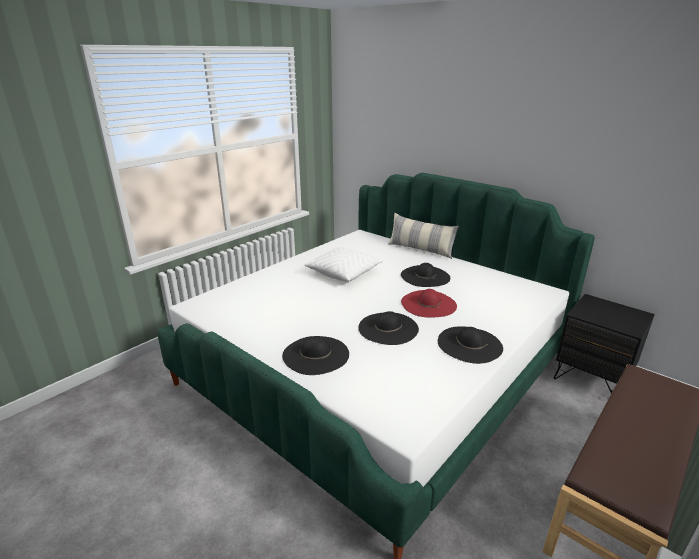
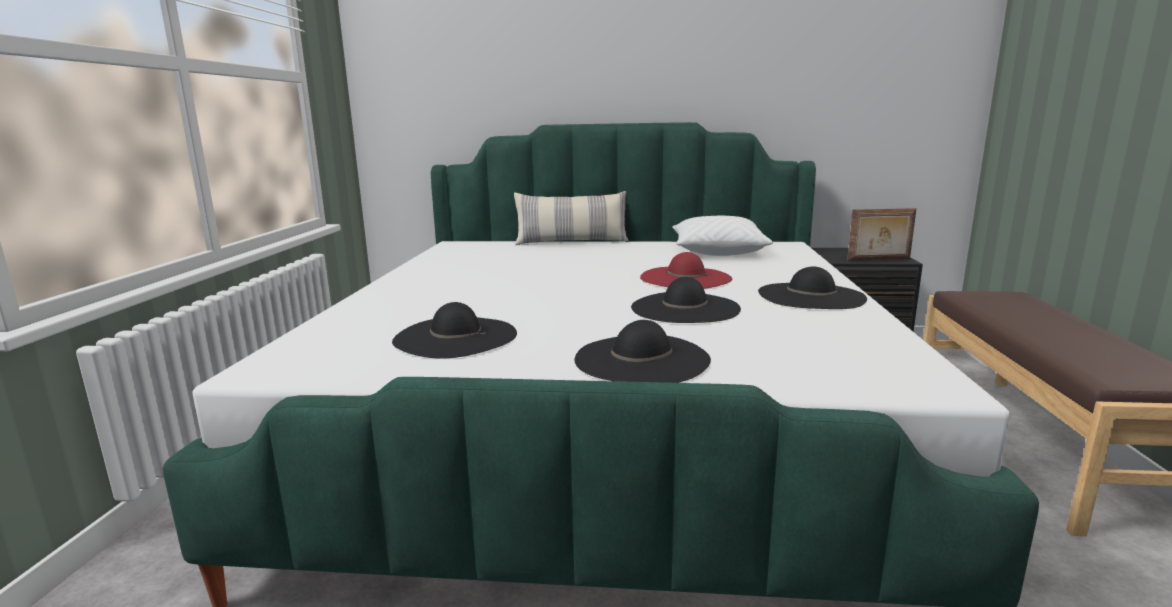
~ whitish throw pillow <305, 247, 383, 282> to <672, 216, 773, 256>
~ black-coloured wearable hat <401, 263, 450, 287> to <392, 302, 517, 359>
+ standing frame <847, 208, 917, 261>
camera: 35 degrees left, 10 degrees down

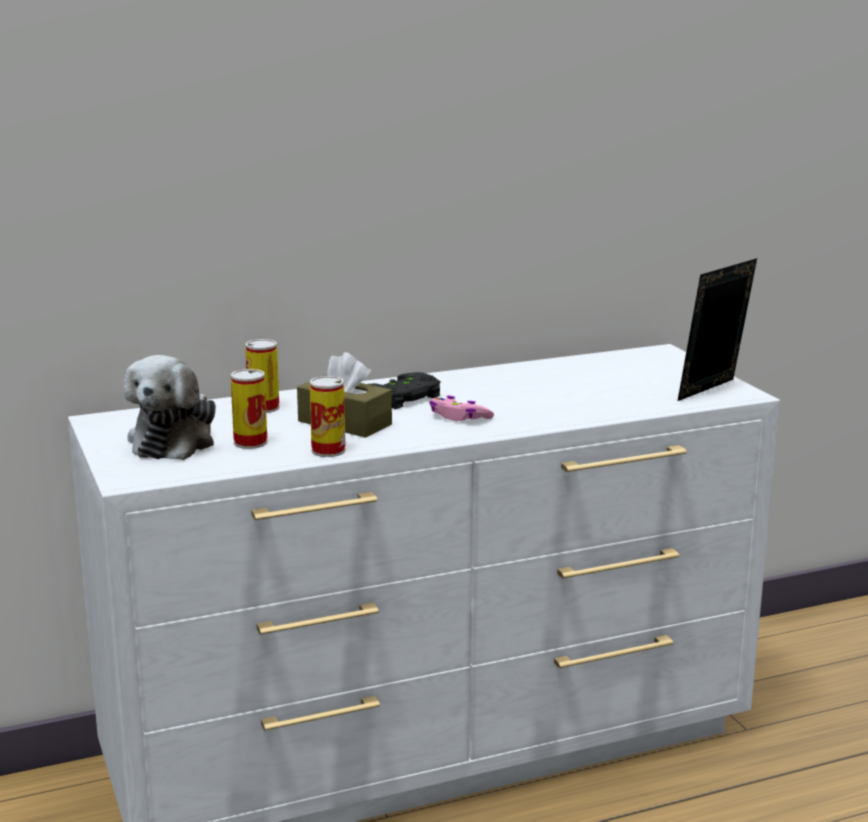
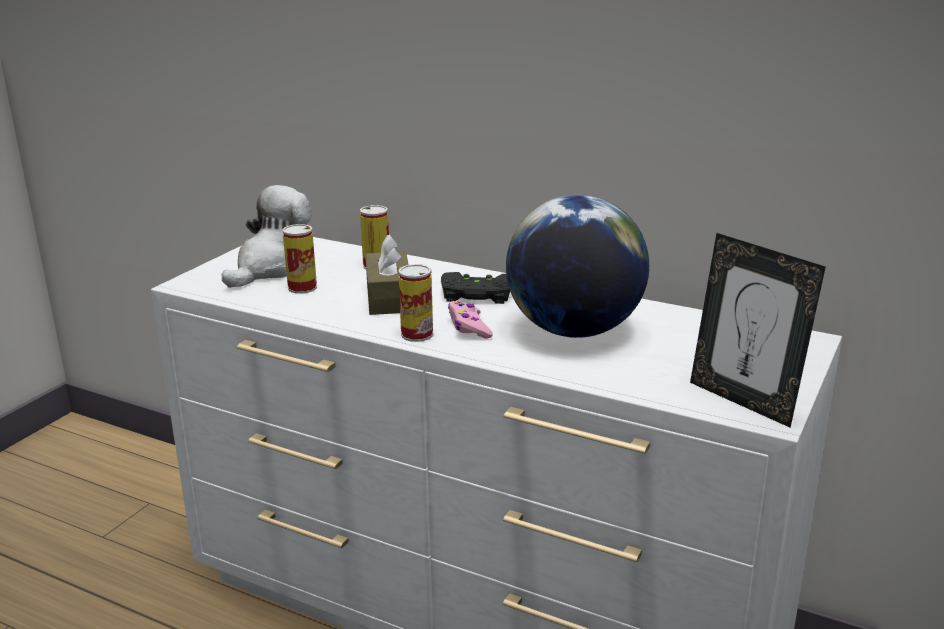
~ soft toy <124, 355, 216, 460> = <222, 185, 312, 288> 150 degrees clockwise
~ sealed can <310, 376, 346, 457> to <398, 264, 433, 342>
~ standing frame <678, 258, 757, 401> = <690, 233, 826, 428> 135 degrees counterclockwise
+ world globe <506, 195, 649, 338>
camera: 50 degrees right, 5 degrees up

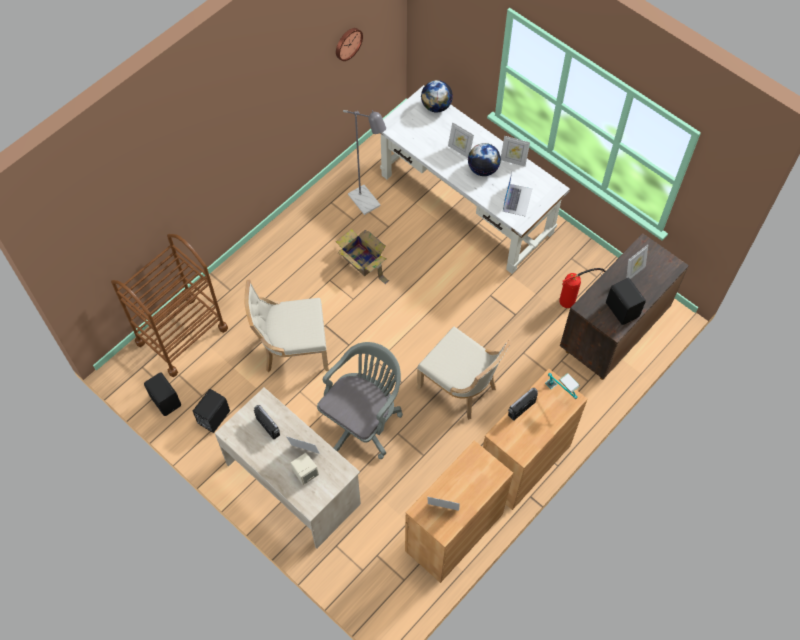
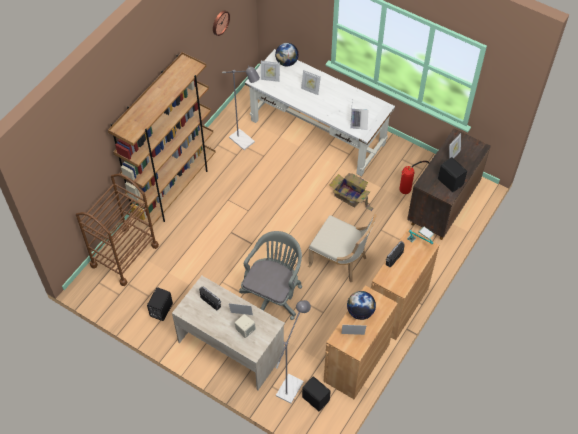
~ black-coloured speaker <144, 372, 181, 416> to <302, 376, 331, 411>
- beige-coloured plain chair <244, 279, 329, 372>
~ packing box <336, 229, 389, 284> to <329, 173, 374, 211>
~ world globe <468, 143, 501, 176> to <347, 291, 376, 320>
~ standing frame <501, 136, 530, 167> to <261, 61, 280, 82>
+ brown bookcase <108, 52, 216, 226>
+ gray standing lamp <276, 300, 311, 404>
camera: 10 degrees left, 5 degrees down

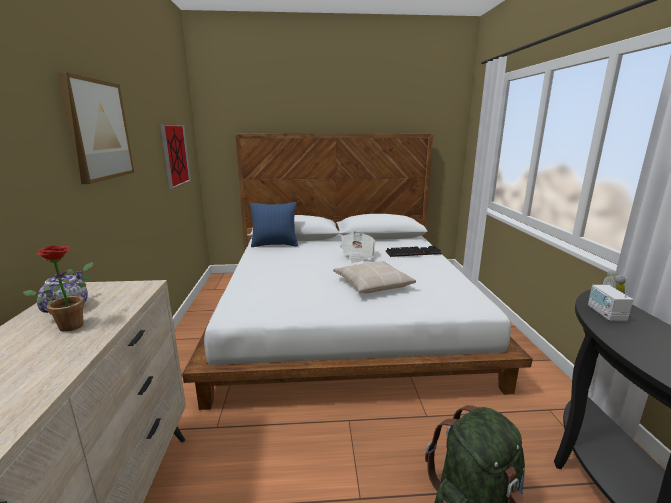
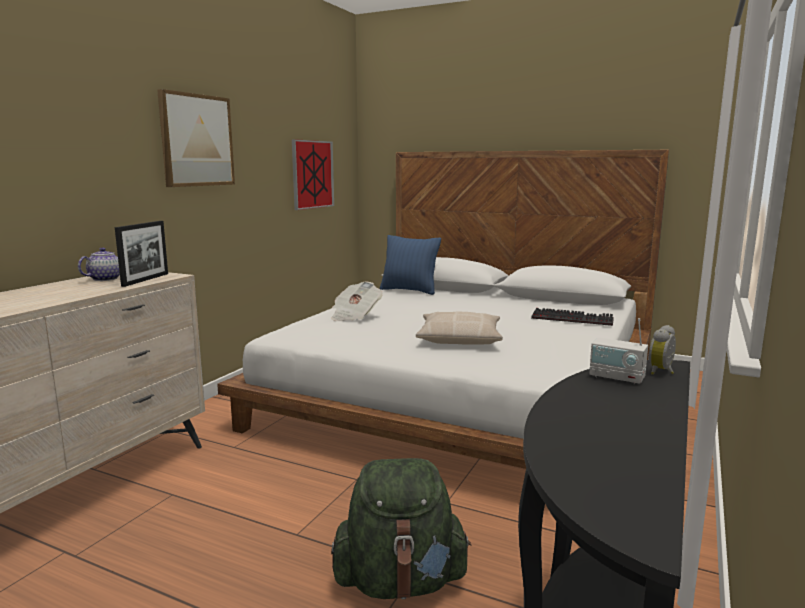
- houseplant <23, 246, 93, 332>
~ daily paper <340, 231, 376, 262> to <331, 281, 383, 321>
~ radio set <588, 277, 633, 321> = <589, 318, 648, 385> 90 degrees counterclockwise
+ standing frame <115, 221, 168, 287>
camera: 30 degrees right, 5 degrees down

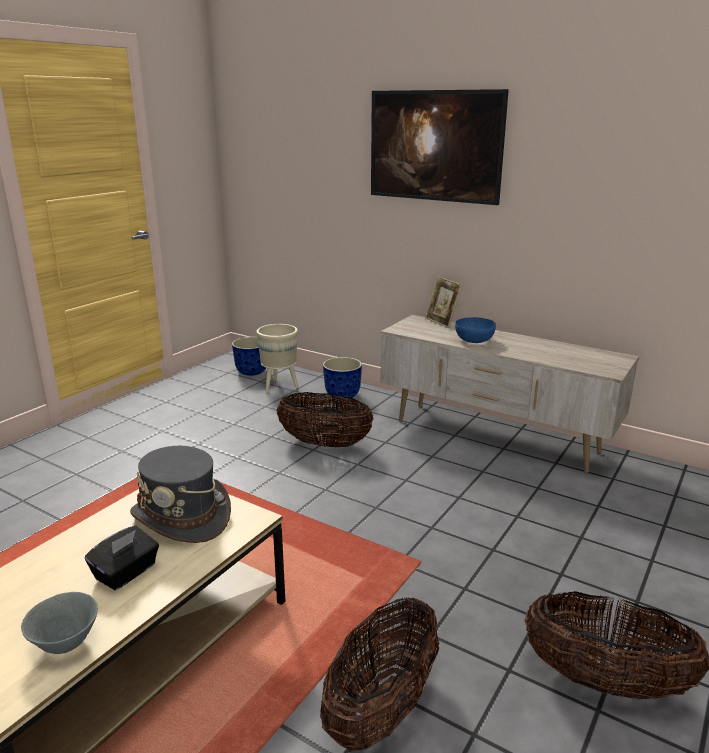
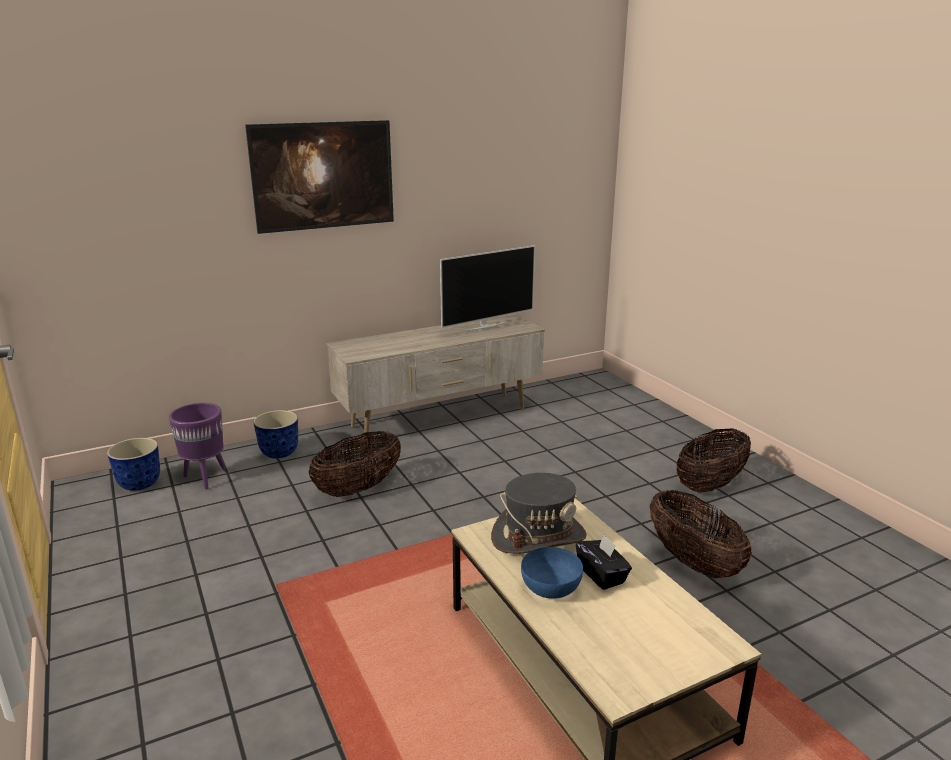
- gray serving bowl <21, 592, 98, 654>
~ beige-coloured plant pot <256, 324, 299, 393> to purplish plant pot <169, 403, 226, 490>
- standing frame <425, 276, 463, 328>
~ blue-coloured serving bowl <455, 317, 496, 343> to <521, 547, 583, 599>
+ television <440, 245, 535, 332>
camera: 60 degrees left, 0 degrees up

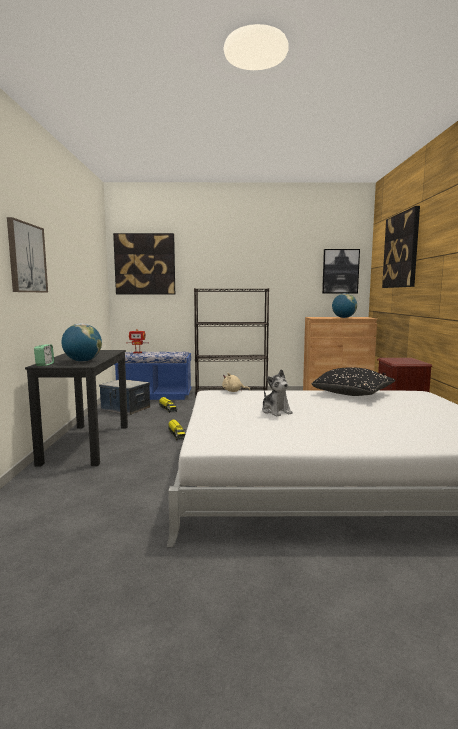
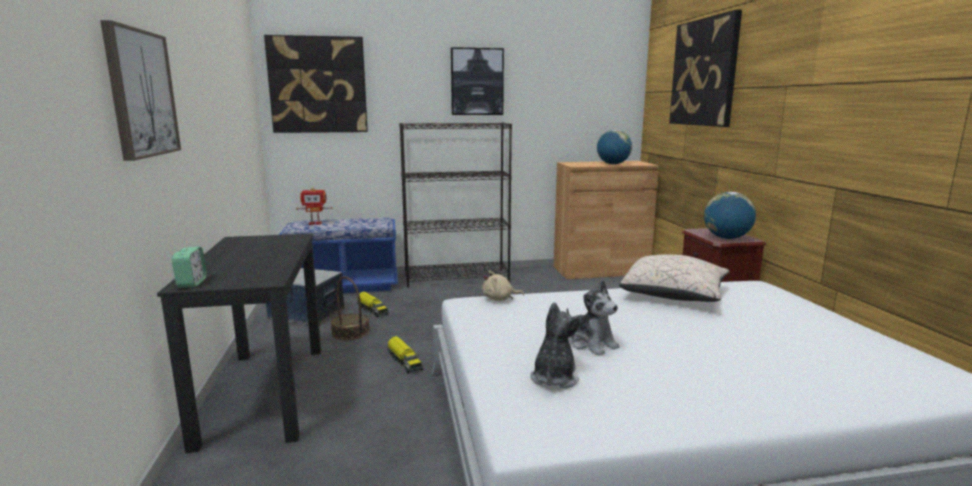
~ world globe <61, 323, 102, 362> to <704, 192, 756, 239>
~ black-coloured throw pillow <311, 367, 395, 396> to beige-coloured throw pillow <619, 255, 729, 302>
~ picture <322, 249, 360, 293> to <451, 47, 504, 115>
+ household basket <331, 276, 370, 340>
+ soft toy <530, 302, 584, 389>
camera: 10 degrees left, 5 degrees up

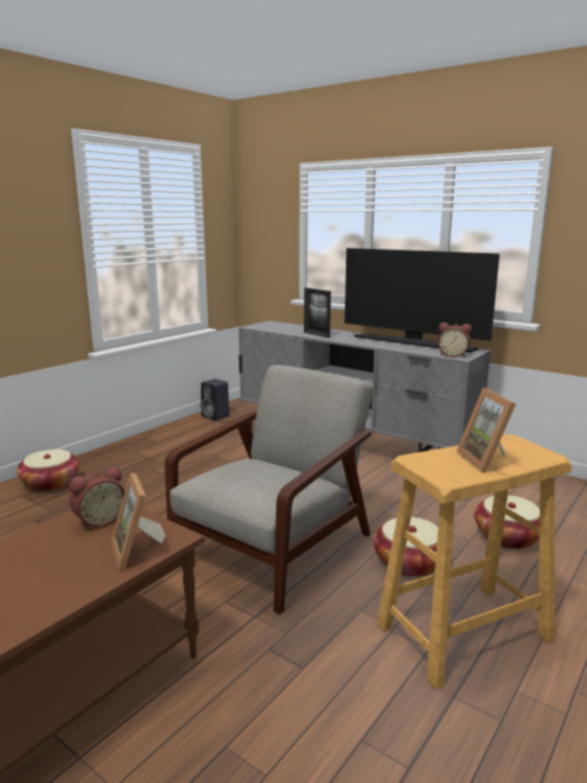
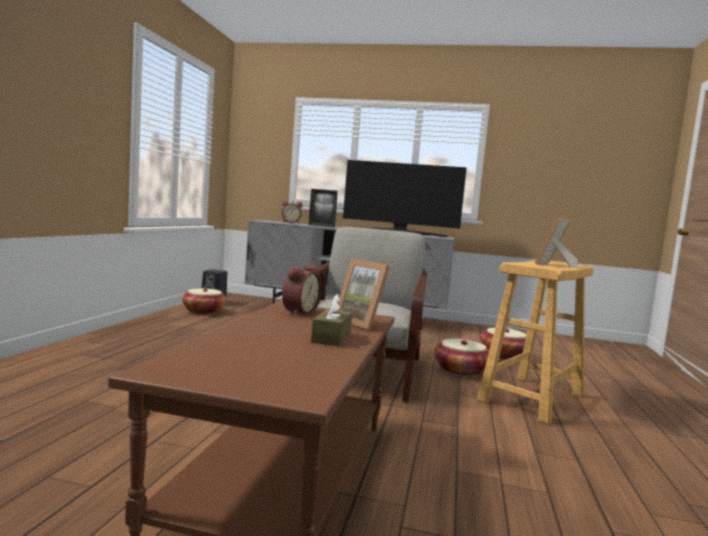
~ household basket <17, 449, 79, 492> to <182, 288, 227, 315>
~ alarm clock <438, 322, 472, 357> to <282, 201, 302, 223>
~ standing frame <456, 388, 516, 473> = <534, 218, 578, 268> 75 degrees clockwise
+ brown box of tissues <311, 294, 352, 346>
camera: 25 degrees left, 10 degrees down

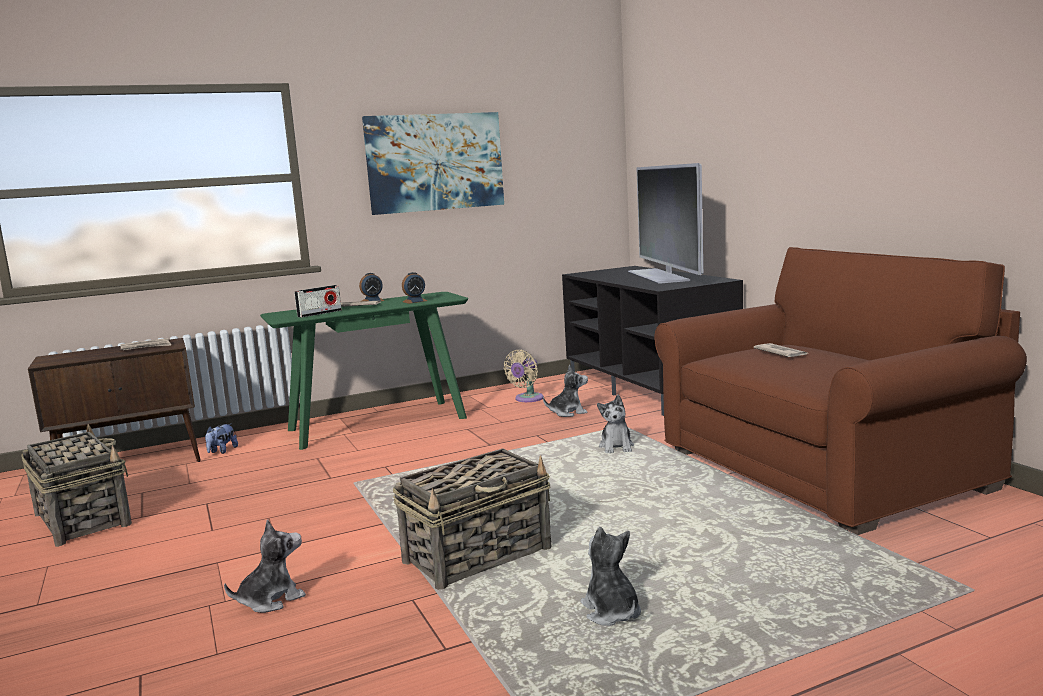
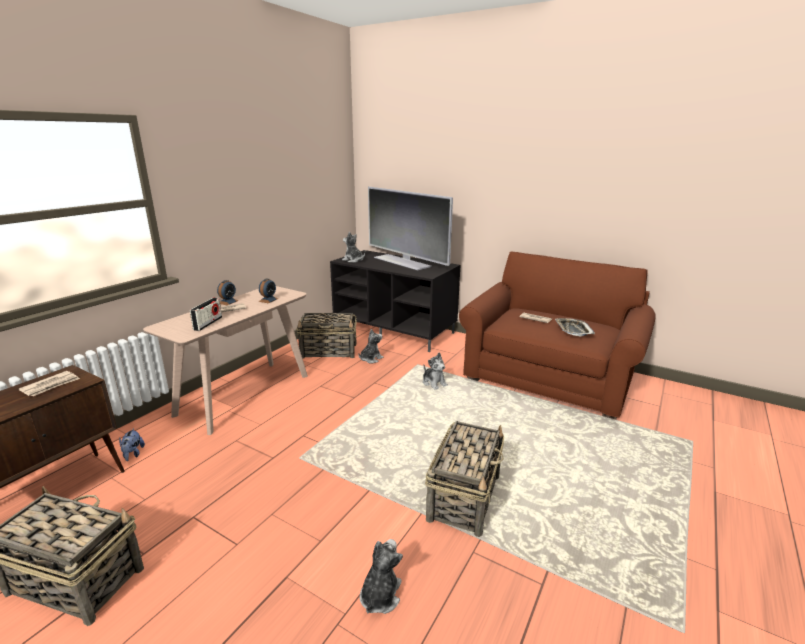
~ green-coloured hall table <260, 292, 468, 450> to beige-coloured hall table <143, 286, 308, 435>
- picture <362, 112, 504, 215>
~ beige-coloured cooling fan <504, 350, 544, 402> to household basket <296, 313, 357, 359>
~ soft toy <580, 527, 641, 626> to <342, 232, 365, 263>
+ carrying tray <555, 318, 595, 337>
camera: 35 degrees left, 10 degrees up

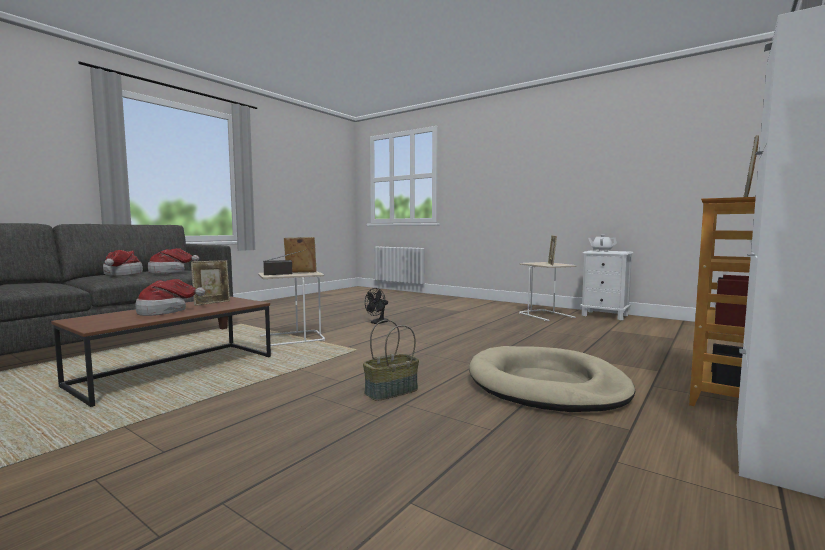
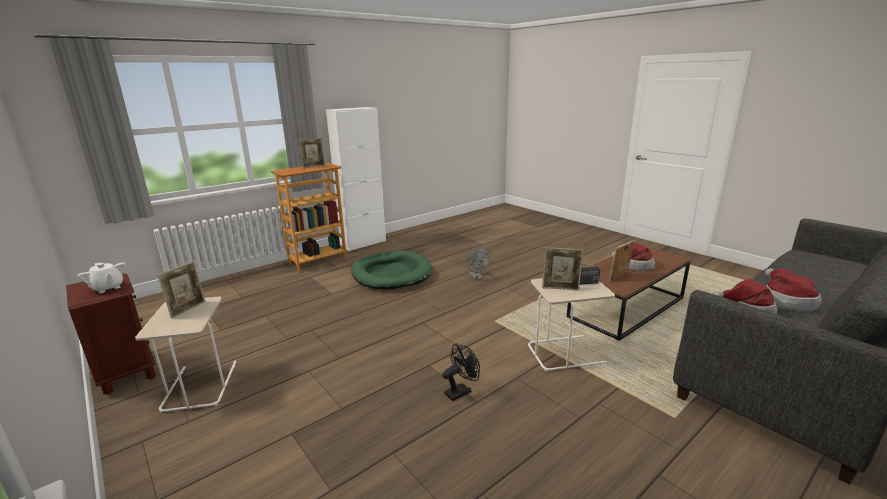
~ household basket <363, 320, 419, 401> to gray cooling fan <466, 246, 491, 280>
~ beige-coloured pet bed <469, 346, 635, 412> to green-coloured pet bed <351, 251, 433, 290>
~ whitish bedside table <580, 250, 633, 320> to brown bedside table <66, 273, 156, 395>
camera: 165 degrees left, 15 degrees up

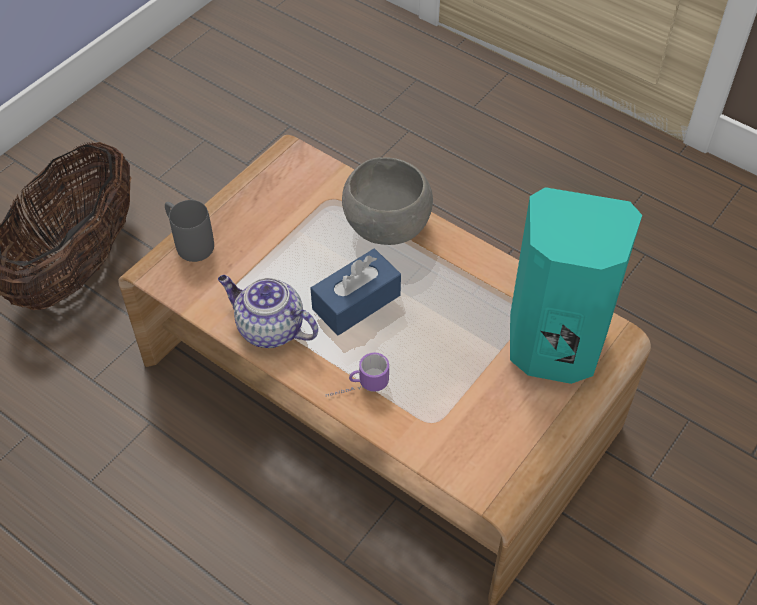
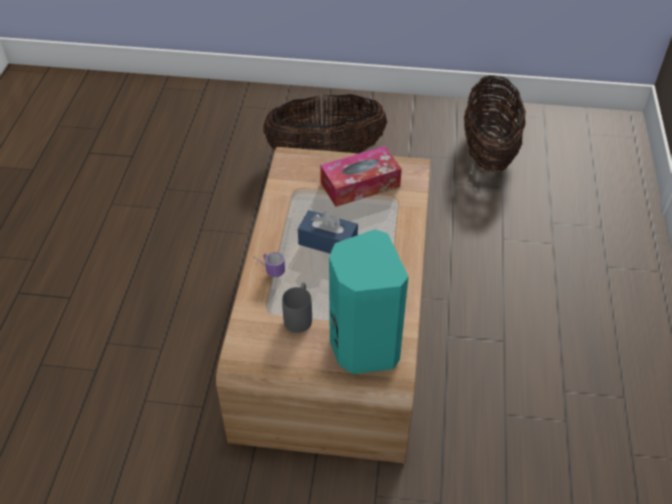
~ gray coffee mug <165, 200, 214, 262> to <282, 282, 312, 333>
- pot for tea <218, 275, 318, 348>
- gray serving bowl <342, 157, 433, 245>
+ box of tissues <320, 146, 402, 207>
+ household basket <464, 75, 526, 172>
camera: 60 degrees right, 5 degrees down

